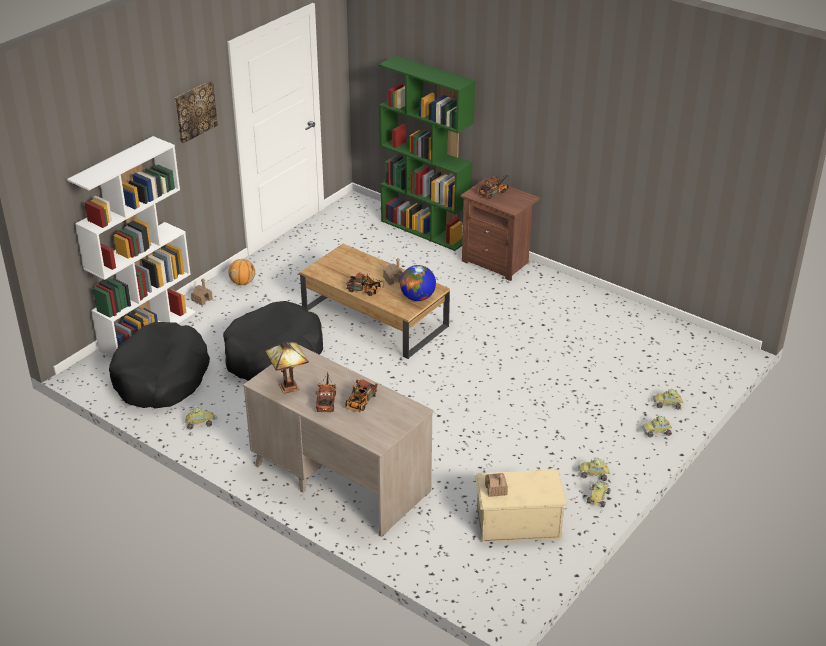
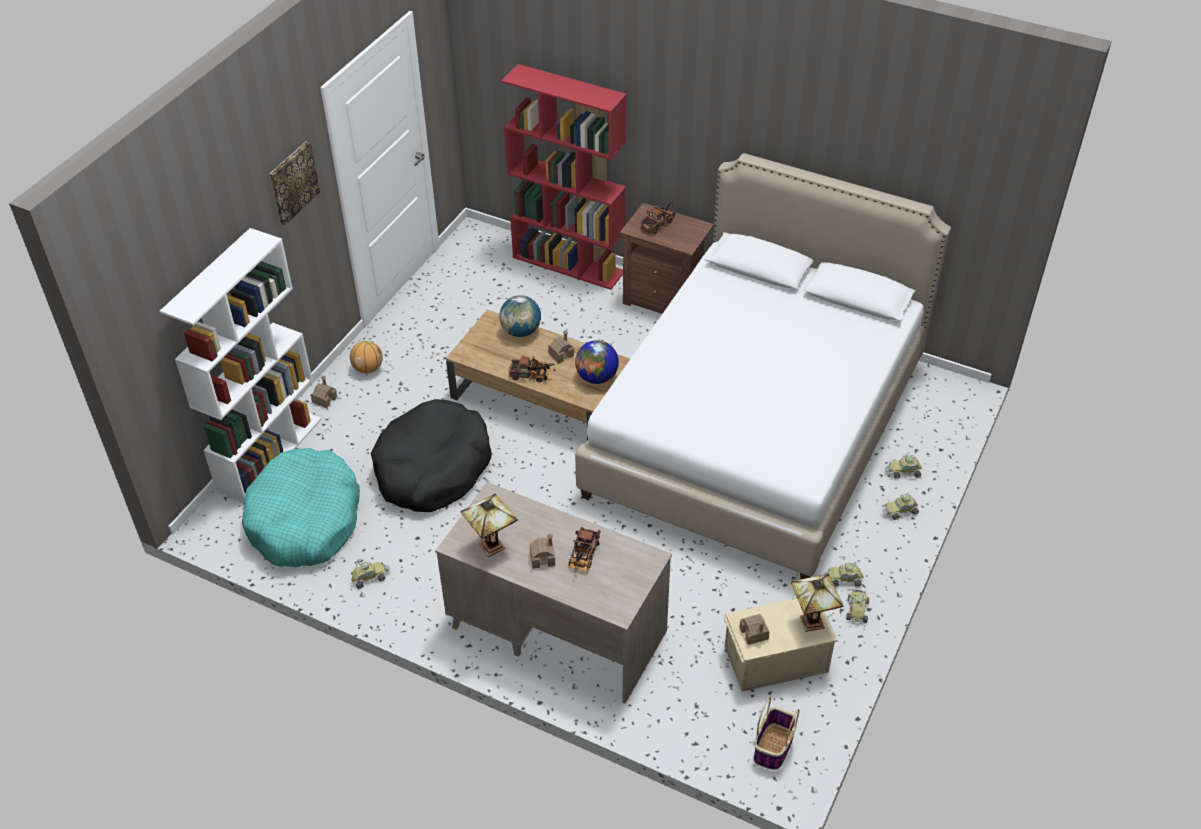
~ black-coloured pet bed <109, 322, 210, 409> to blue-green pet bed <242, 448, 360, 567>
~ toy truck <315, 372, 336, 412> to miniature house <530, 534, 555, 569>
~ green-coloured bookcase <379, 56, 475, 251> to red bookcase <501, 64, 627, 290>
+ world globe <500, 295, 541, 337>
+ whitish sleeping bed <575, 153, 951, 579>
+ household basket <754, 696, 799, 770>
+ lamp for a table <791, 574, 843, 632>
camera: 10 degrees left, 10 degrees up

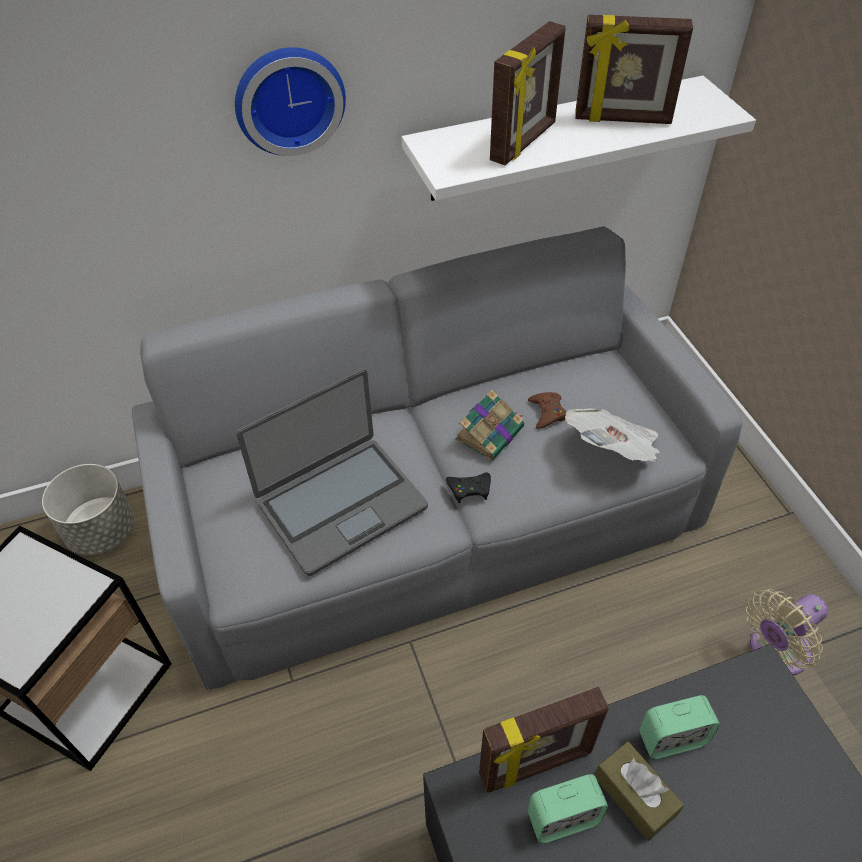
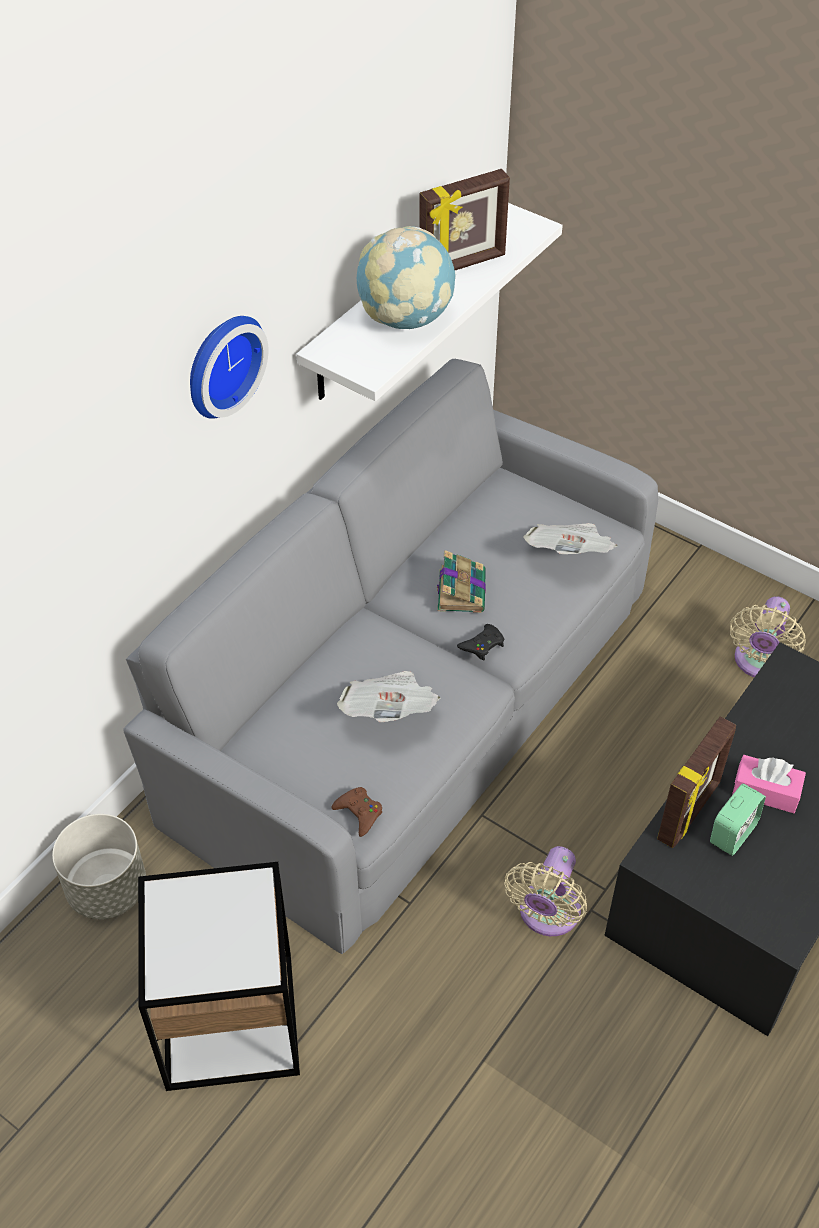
~ notebook computer <236, 369, 428, 576> to daily paper <337, 671, 441, 722>
~ standing frame <490, 21, 566, 165> to world globe <357, 226, 456, 329>
~ brown gamepad <528, 392, 566, 429> to <331, 787, 382, 837>
~ brown box of tissues <595, 741, 684, 841> to pink box of tissues <732, 755, 806, 813>
- alarm clock <639, 695, 720, 759>
+ beige-coloured cooling fan <504, 846, 587, 936>
camera: 35 degrees left, 0 degrees up

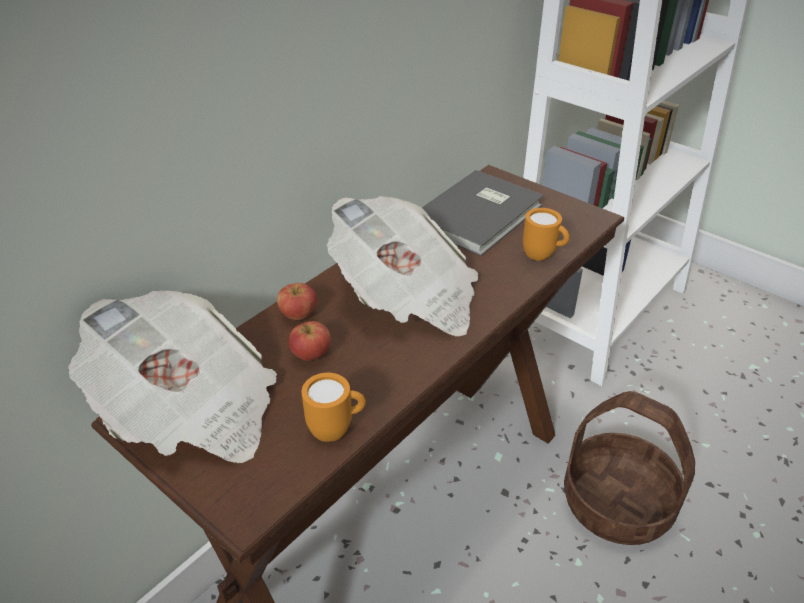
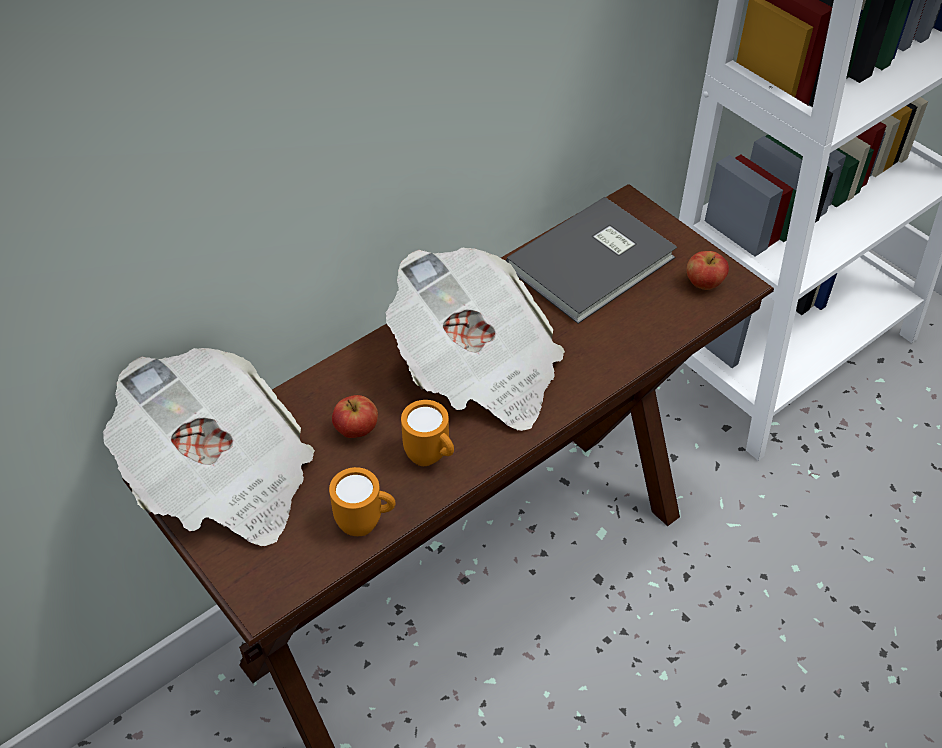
~ whole apple <277, 283, 317, 320> to <686, 251, 729, 290>
~ orange coffee mug <523, 208, 570, 261> to <401, 400, 454, 466>
- household basket <564, 391, 695, 545>
camera: 10 degrees right, 10 degrees up

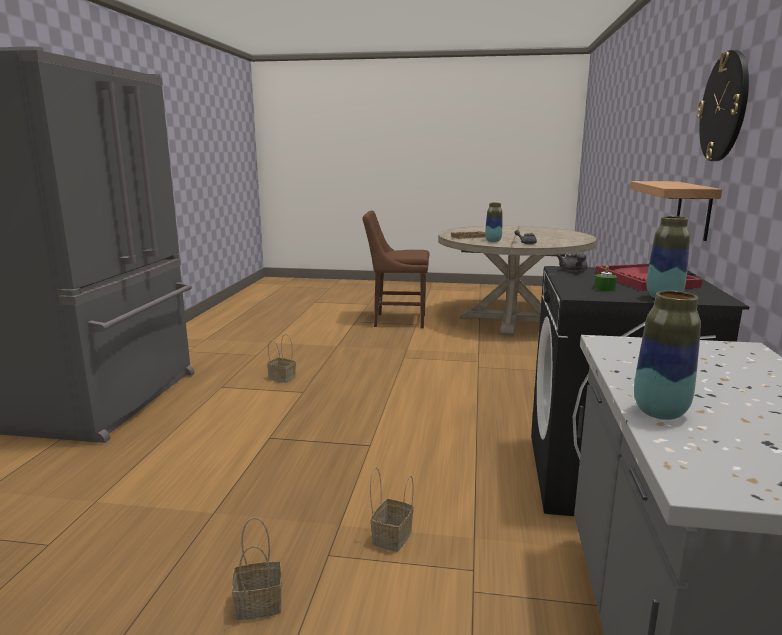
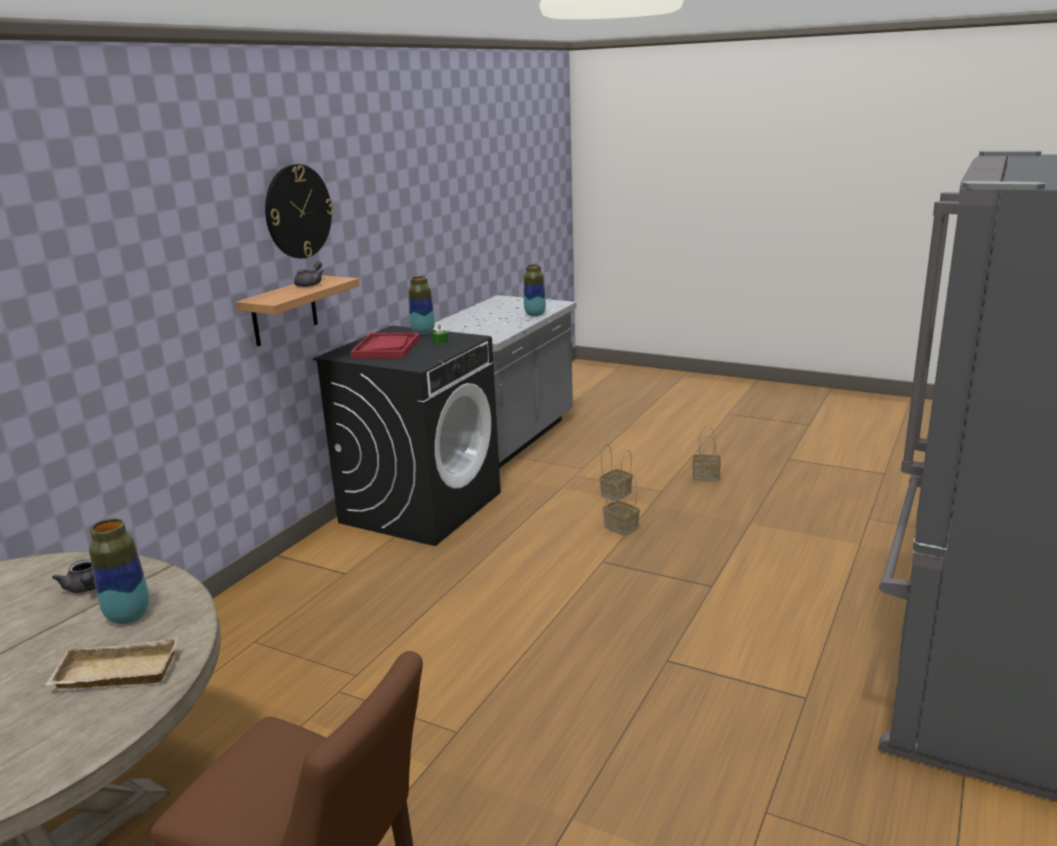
~ household basket <267, 334, 296, 383> to <603, 472, 640, 536>
~ gray pot for tea <557, 253, 588, 272> to <294, 261, 324, 287>
camera: 160 degrees left, 5 degrees up

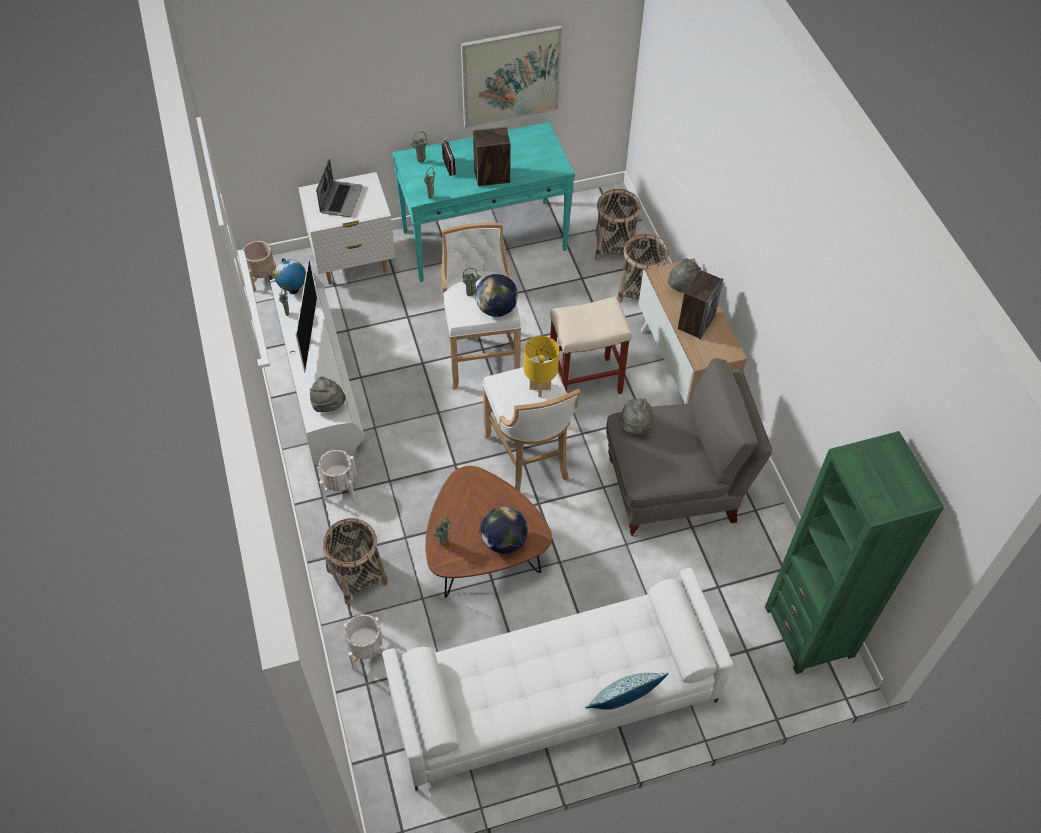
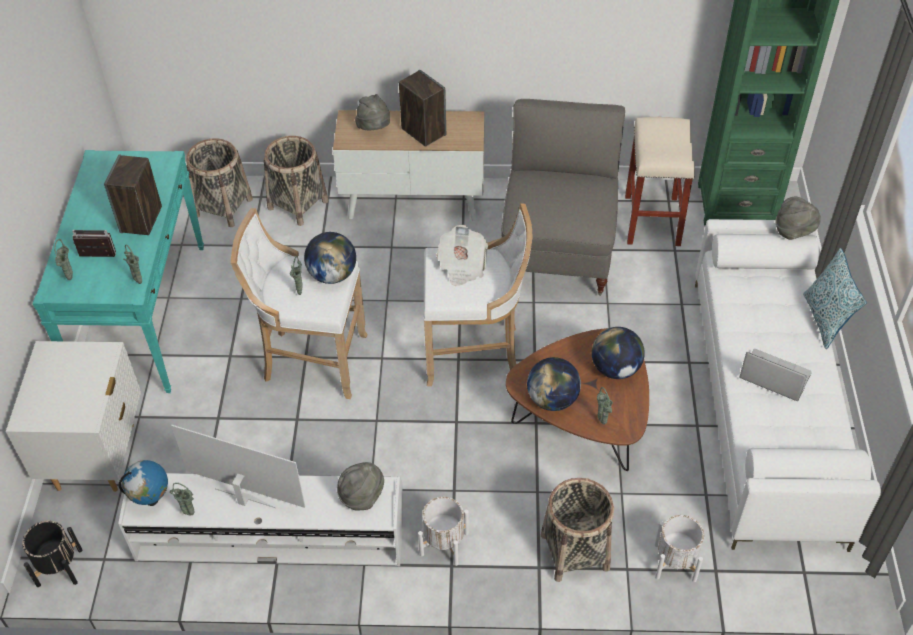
~ beige-coloured plant pot <243, 241, 276, 292> to black-coloured plant pot <22, 520, 83, 587>
~ notebook computer <316, 159, 363, 217> to <739, 349, 811, 401>
- picture <461, 25, 562, 128>
~ yellowish lamp for a table <524, 336, 559, 397> to daily paper <436, 225, 488, 286>
~ beige-coloured sitting stool <549, 296, 632, 394> to <625, 117, 695, 246>
~ gray wearable hat <619, 398, 654, 435> to <775, 197, 821, 240>
+ world globe <527, 357, 581, 411>
camera: 70 degrees left, 5 degrees down

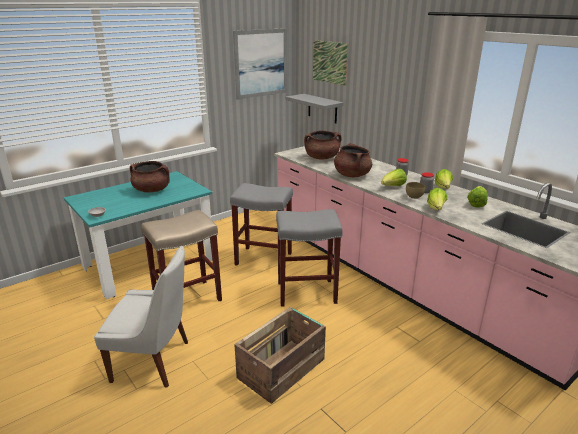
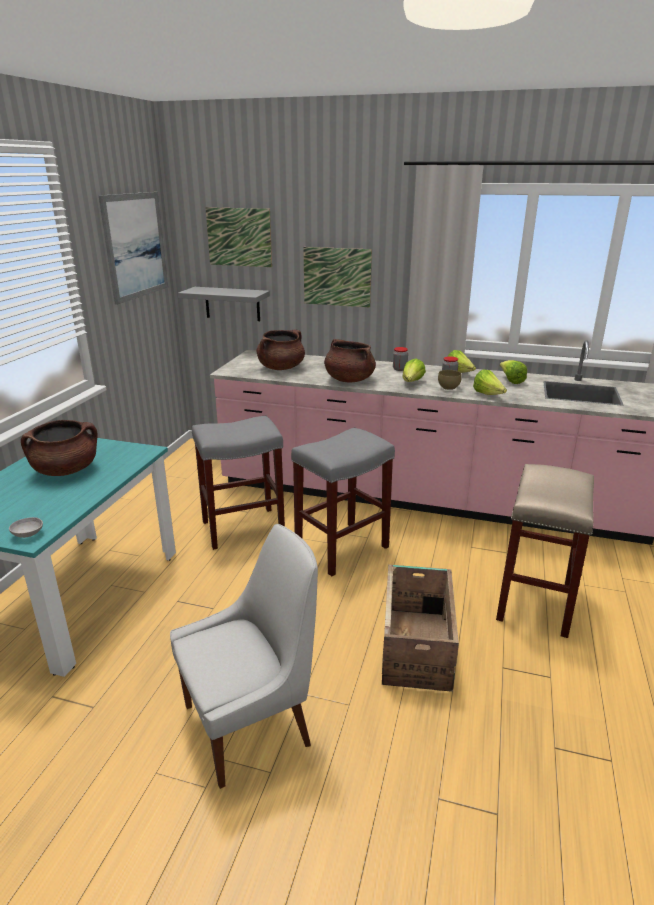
~ beige-coloured sitting stool <141, 210, 222, 301> to <496, 464, 594, 638>
+ picture <303, 247, 372, 307>
camera: 35 degrees left, 0 degrees up

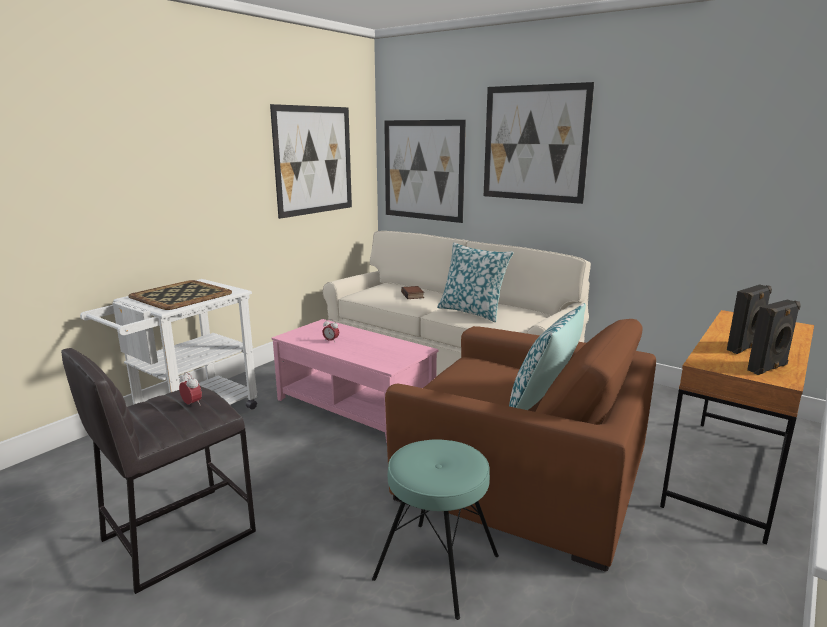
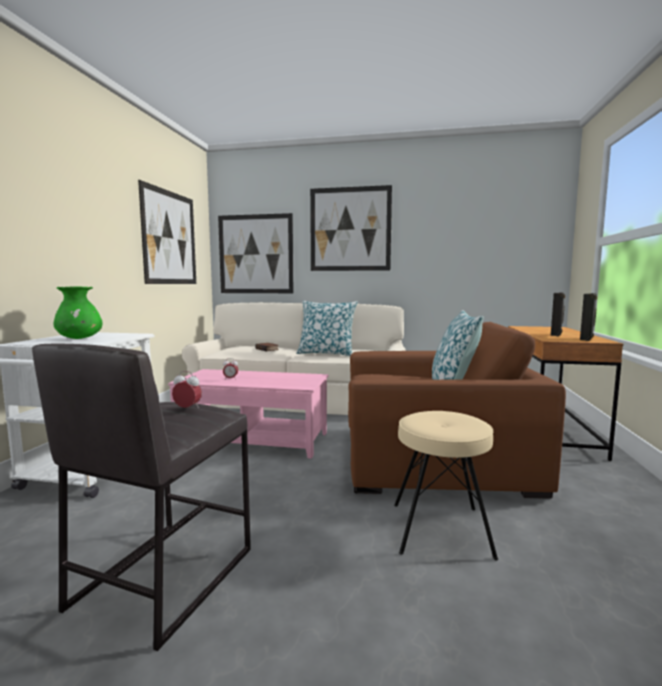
~ carrying tray <128, 280, 232, 310> to green-coloured flower vase <53, 286, 103, 339>
~ blue-green sitting stool <372, 439, 499, 620> to beige-coloured sitting stool <394, 411, 498, 560>
camera: 25 degrees left, 10 degrees down

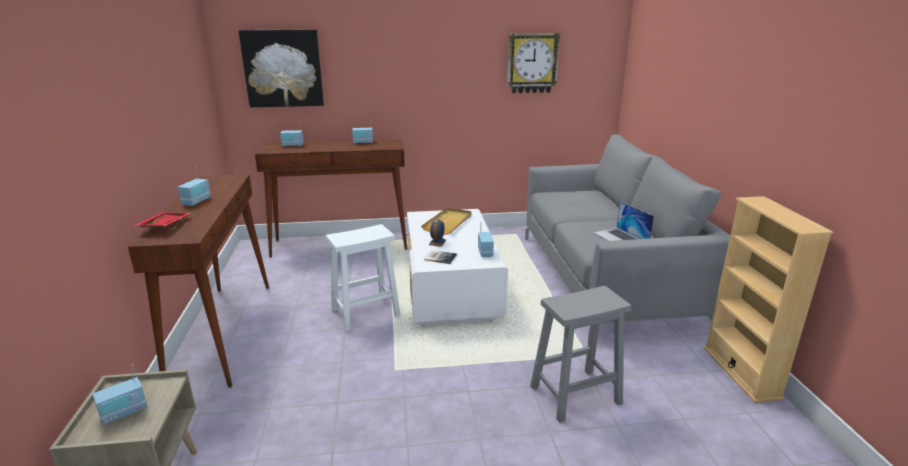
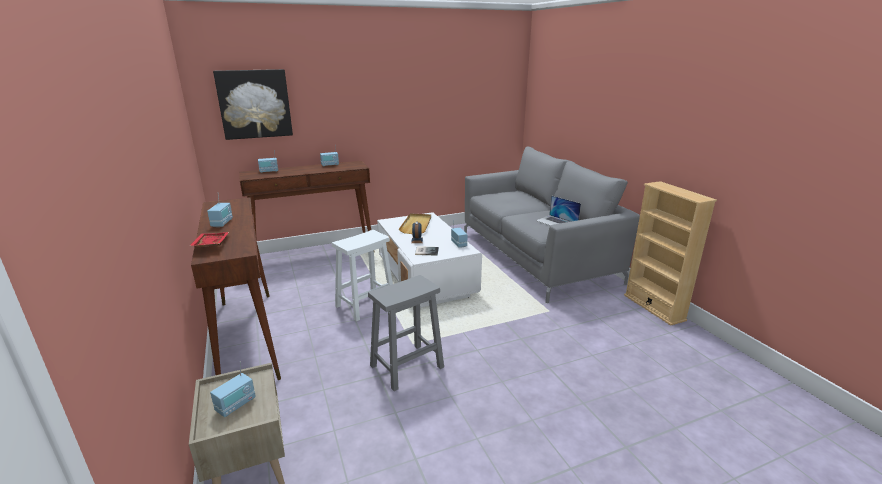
- clock on the wall <507, 33, 560, 93>
~ gray sitting stool <530, 286, 631, 423> to <368, 275, 444, 391>
camera: 15 degrees left, 0 degrees up

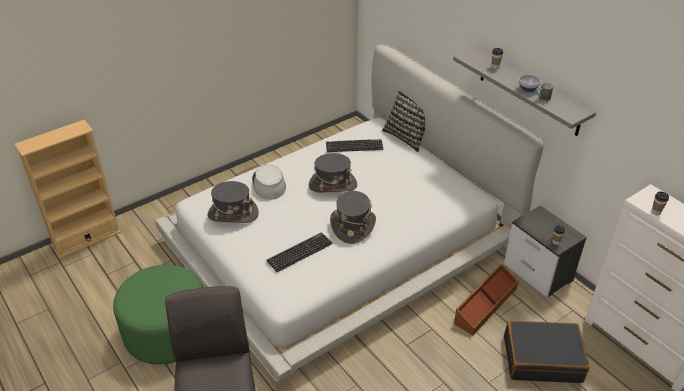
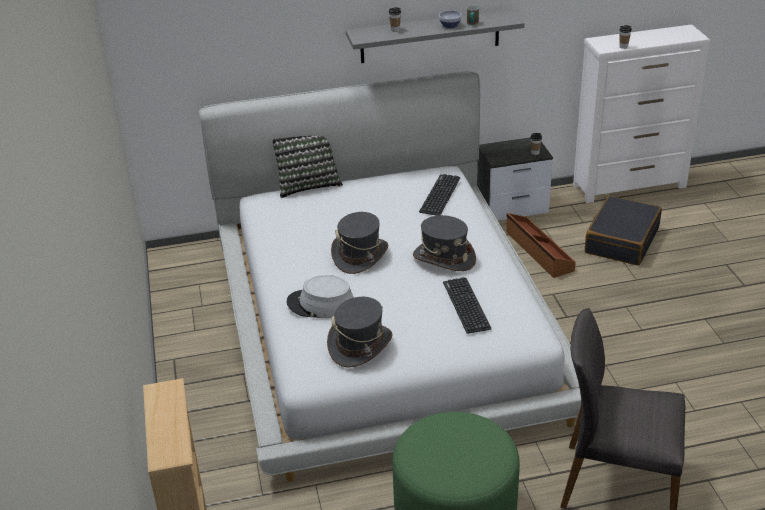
~ computer keyboard <326, 139, 383, 152> to <419, 174, 460, 216>
camera: 65 degrees left, 5 degrees down

